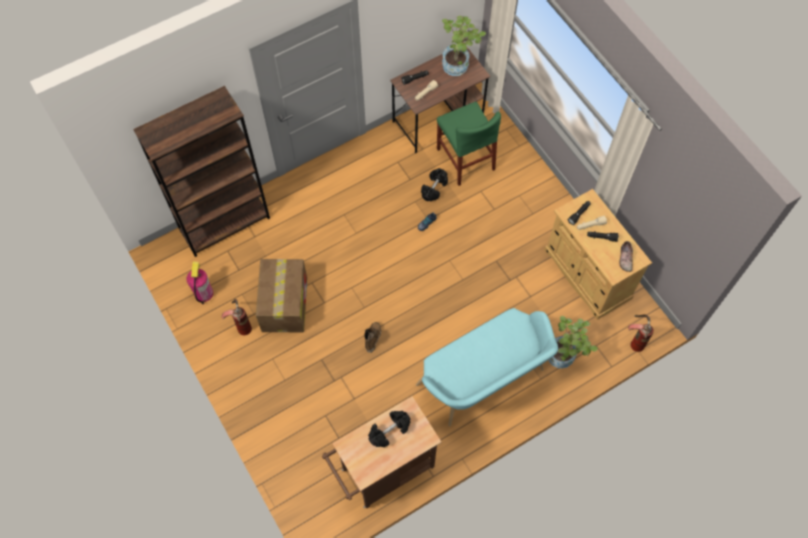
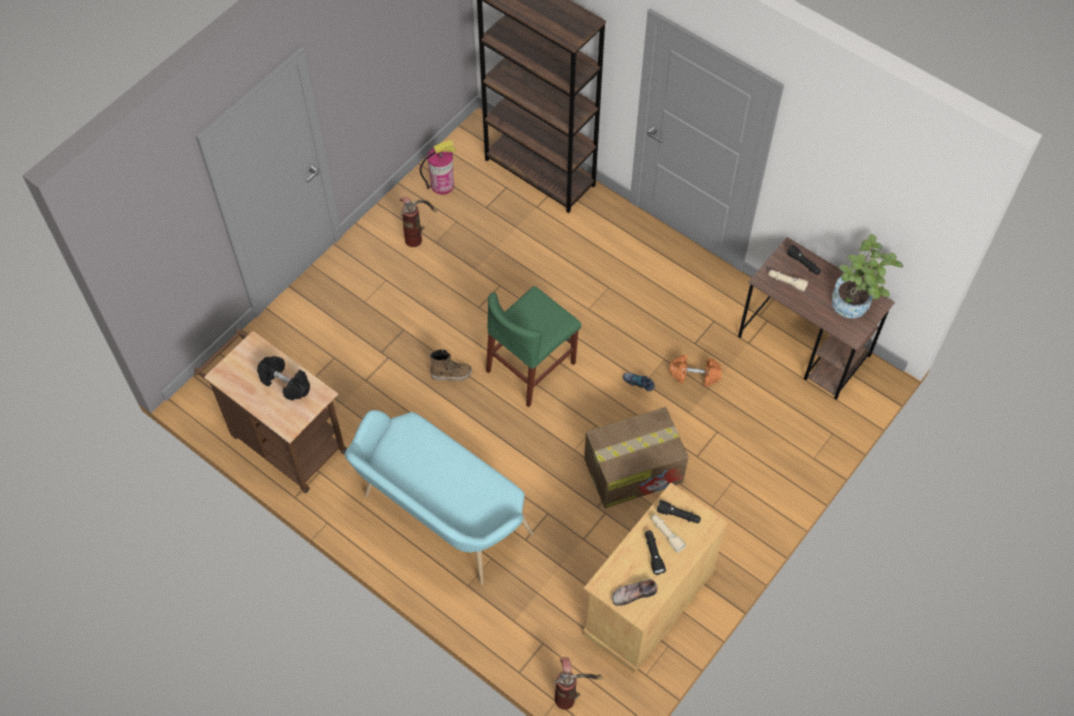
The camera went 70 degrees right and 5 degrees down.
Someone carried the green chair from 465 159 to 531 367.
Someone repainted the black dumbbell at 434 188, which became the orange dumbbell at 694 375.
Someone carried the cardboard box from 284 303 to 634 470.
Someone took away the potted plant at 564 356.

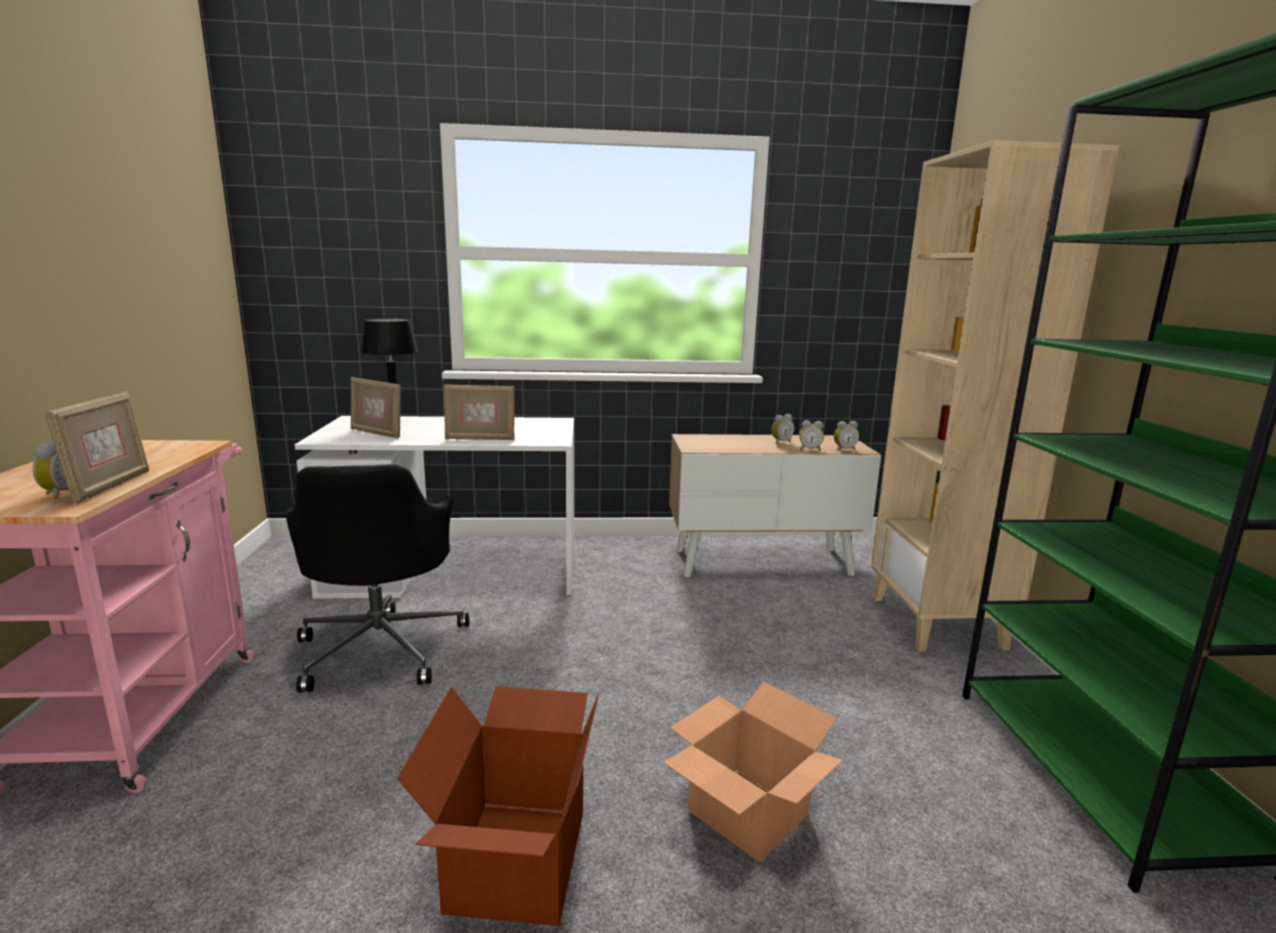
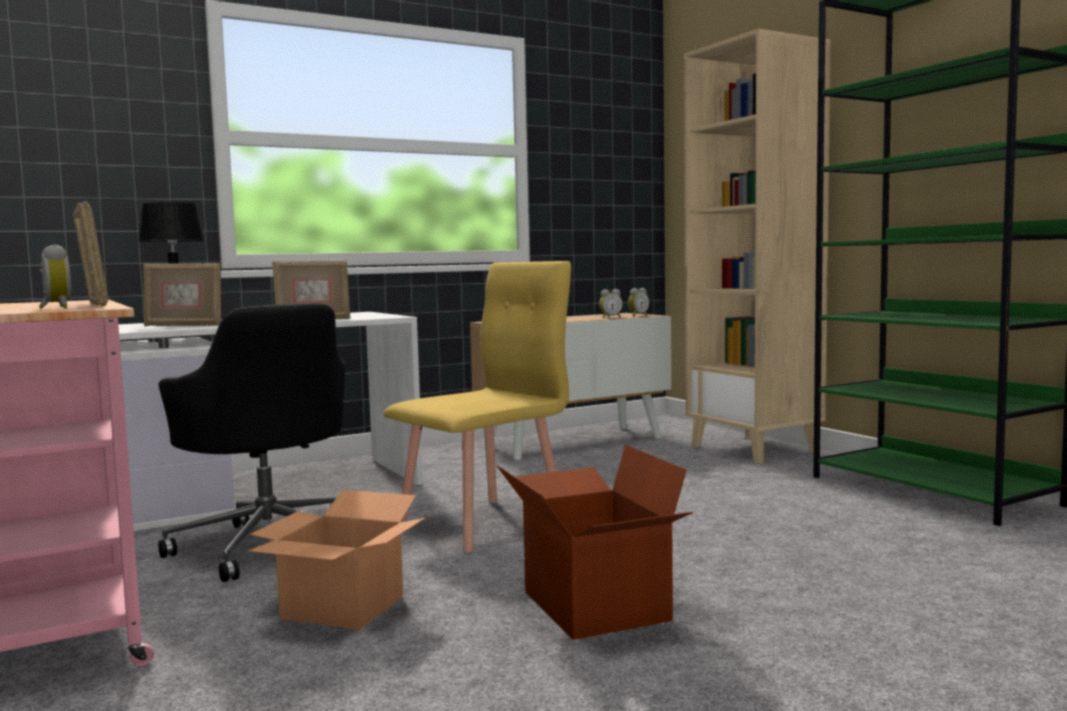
The camera went 25 degrees left and 10 degrees down.
Someone took away the alarm clock at 780 442.
Someone carried the cardboard box from 749 813 to 345 607.
Someone put down the yellow chair at 484 524.

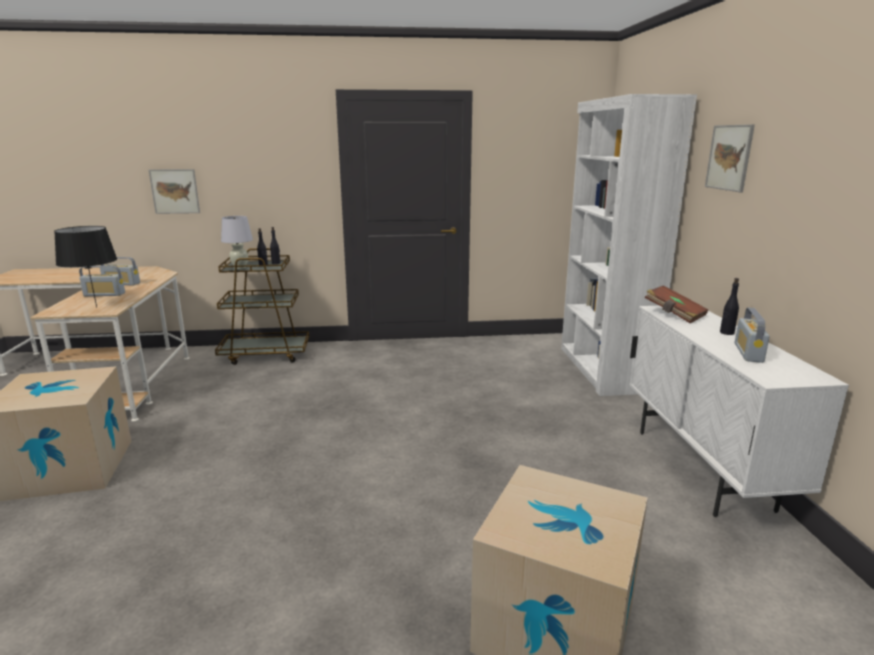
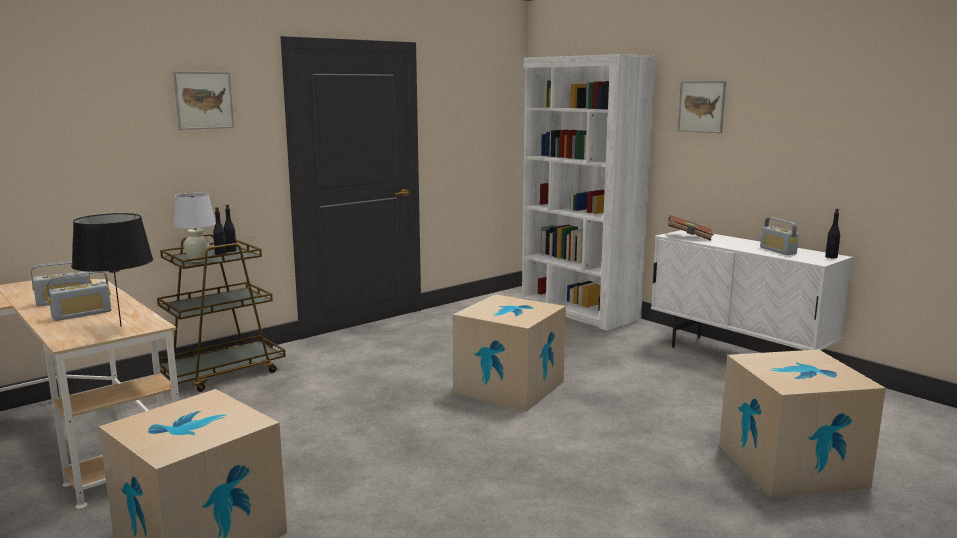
The camera went 35 degrees left and 5 degrees down.
Someone carried the picture from 175 191 to 204 100.
Someone carried the black bottle from 726 333 to 831 257.
Someone put down the cardboard box at 509 387.

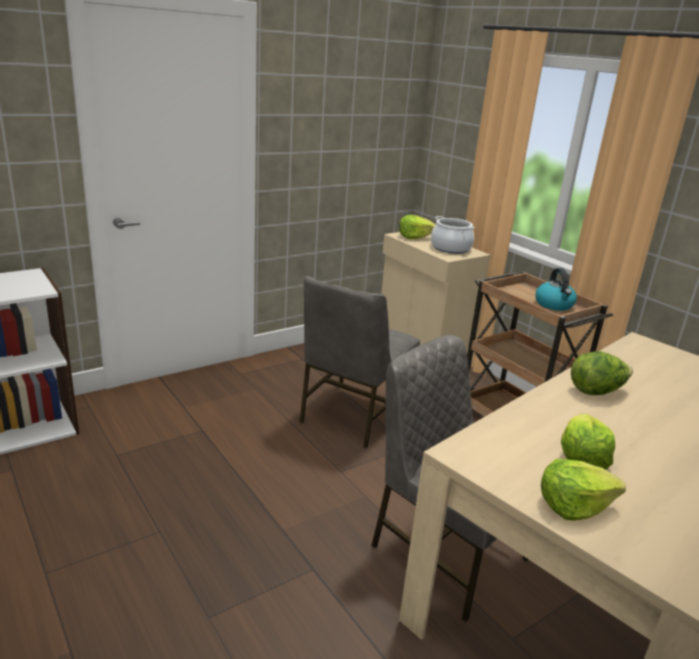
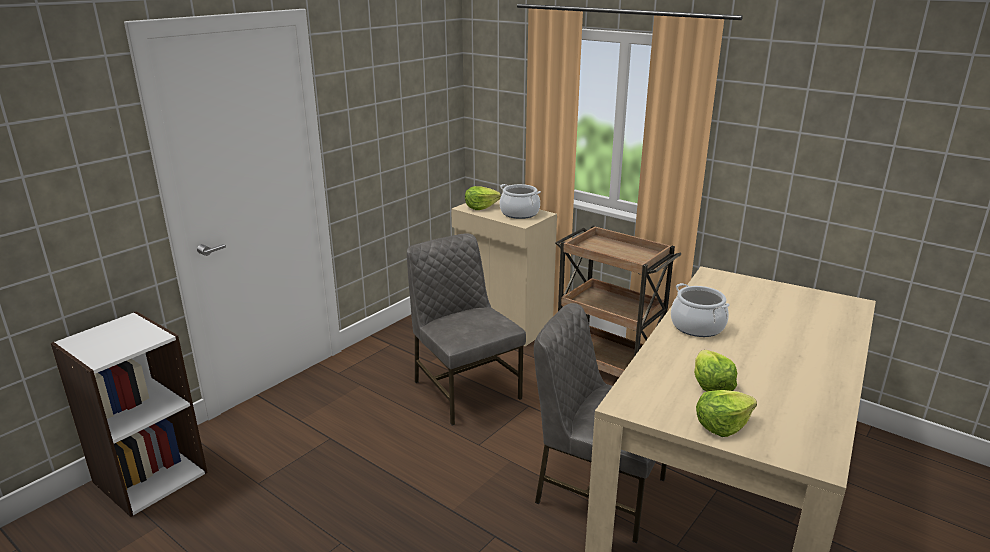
The camera went 15 degrees left and 0 degrees up.
Someone took away the kettle at 554 305.
Someone rotated the grey chair at 352 415 by 135 degrees clockwise.
Someone swapped the lettuce at 596 391 for the cooking pot at 697 326.

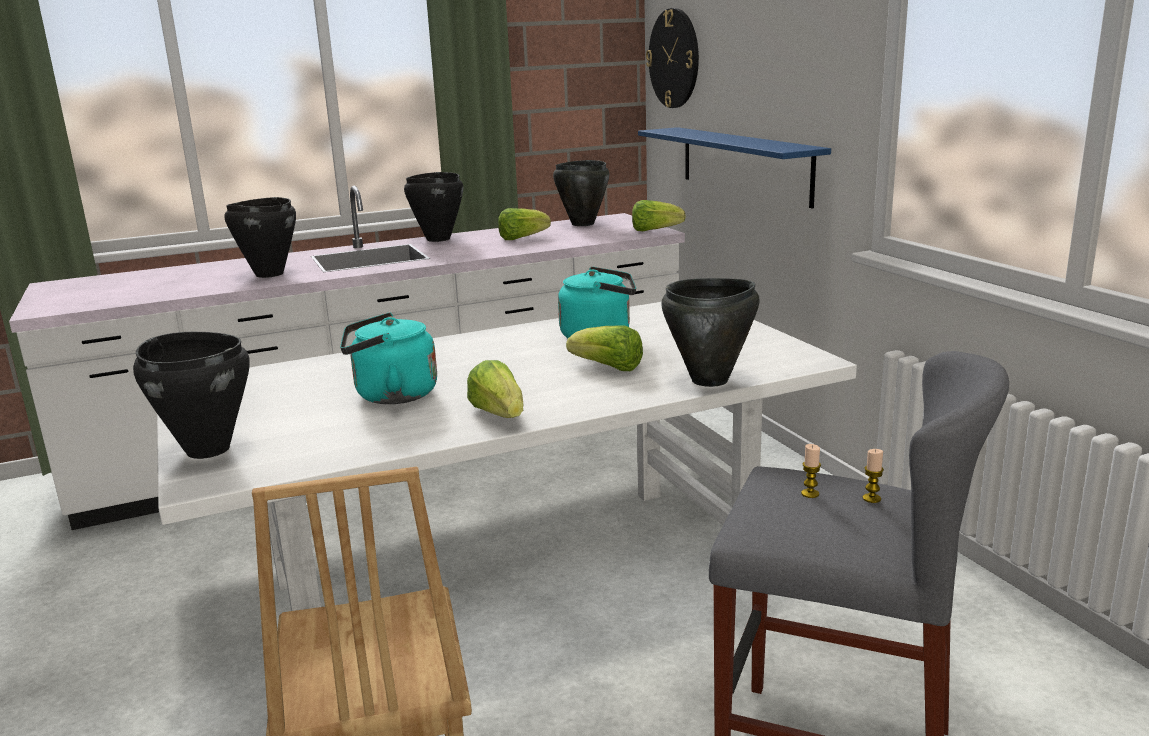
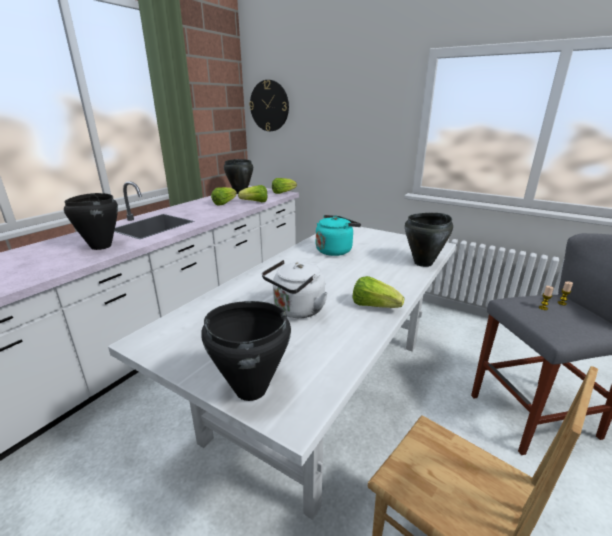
The camera went 35 degrees left and 5 degrees up.
Someone took away the blue shelf at 744 164.
Someone took away the black cooking pot at 437 239.
Someone repainted the turquoise kettle at 391 395, which became the white kettle at 296 310.
Someone carried the lettuce from 608 368 to 255 202.

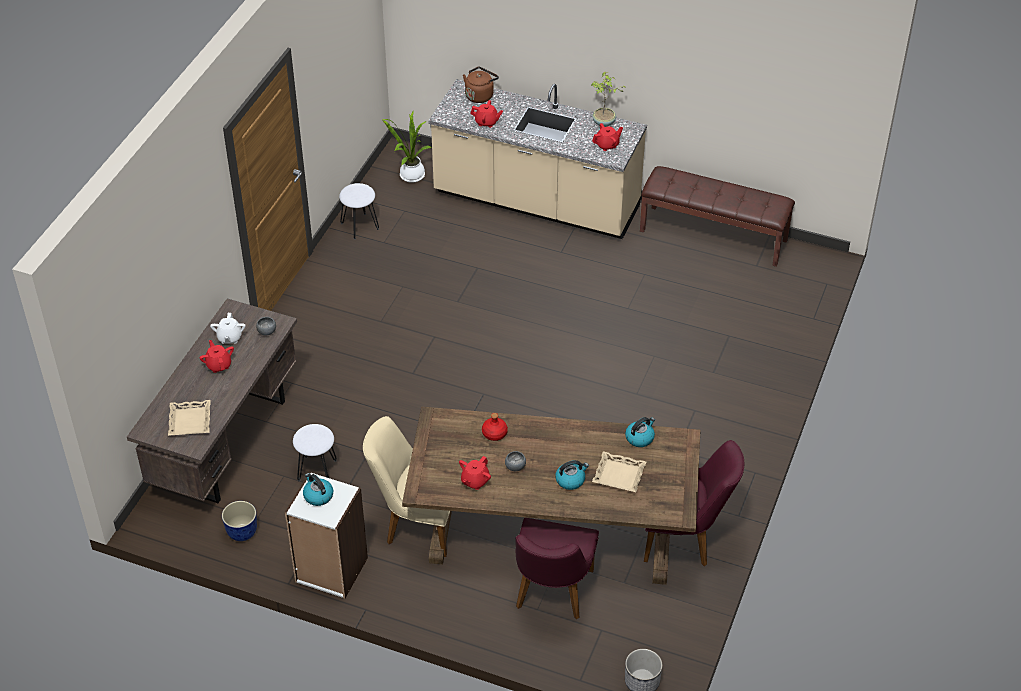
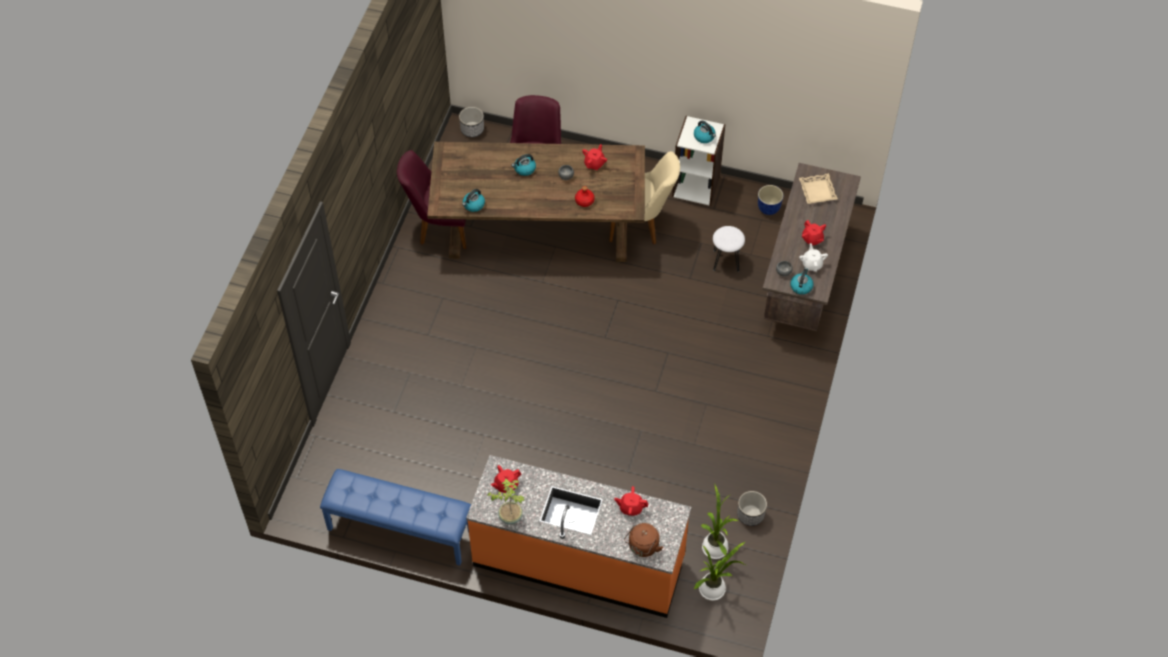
The camera went 175 degrees right and 10 degrees up.
Someone repainted the beige counter at 536 202, which became the orange counter at 579 561.
Someone repainted the brown bench at 714 235, which became the blue bench at 399 530.
Someone swapped the white stool at 360 226 for the planter at 750 515.
Someone took away the beige tray at 619 475.
Someone put down the kettle at 801 286.
Someone put down the potted plant at 715 546.

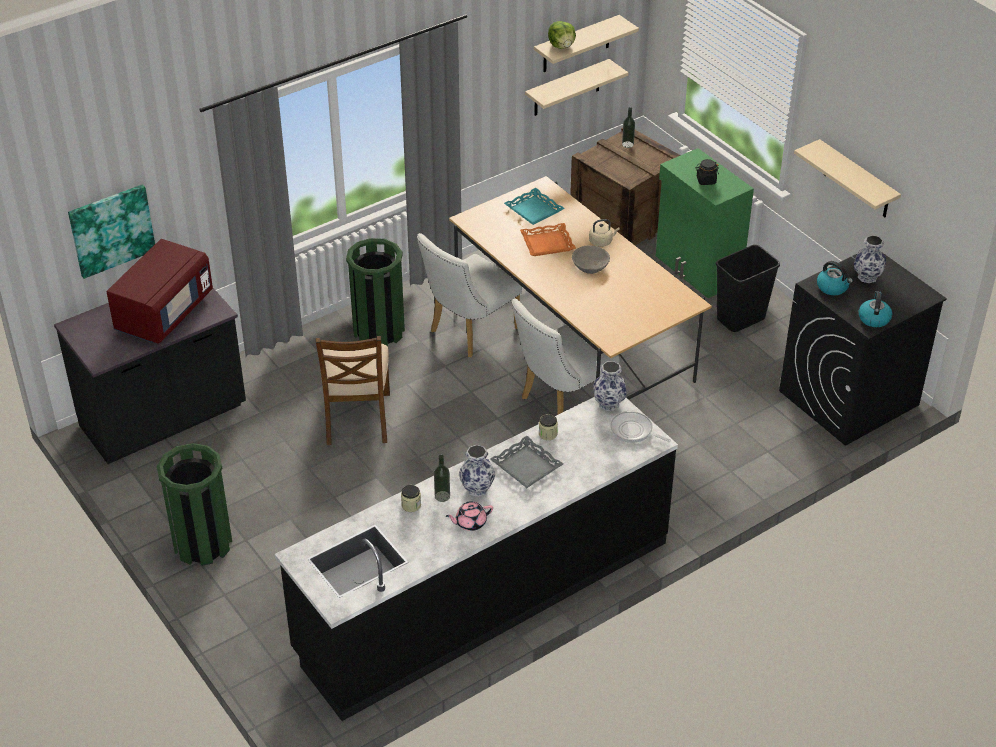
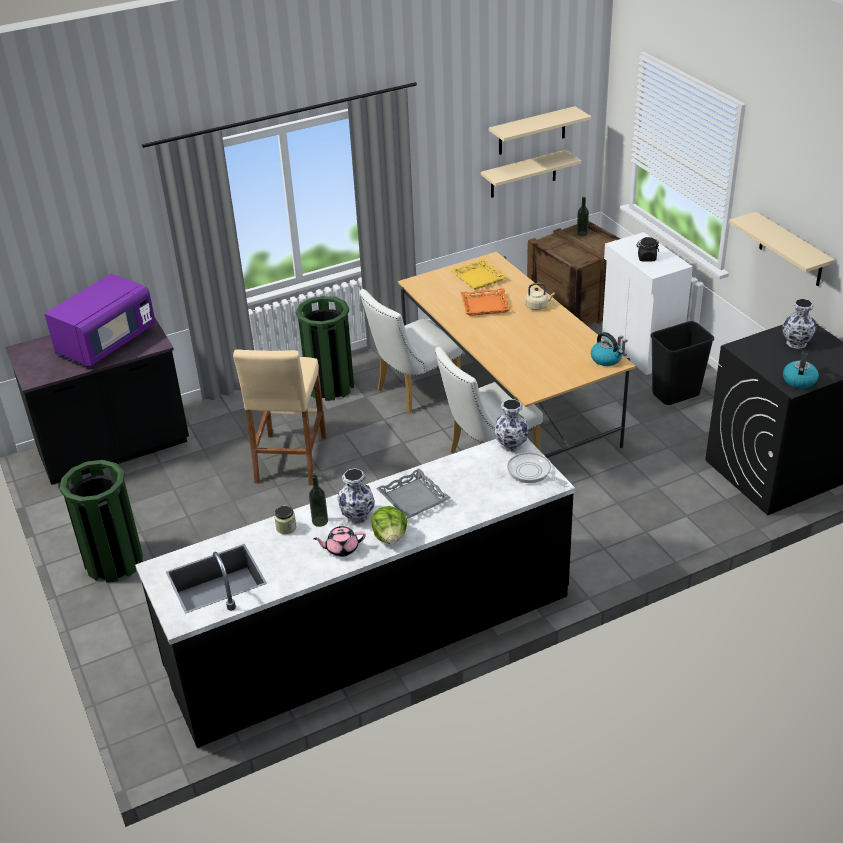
The camera went 10 degrees right and 5 degrees down.
Someone carried the lettuce from 562 46 to 390 537.
Someone repainted the green cabinet at 697 270, which became the white cabinet at 640 350.
Someone took away the picture at 111 230.
Someone repainted the turquoise tray at 533 210, which became the yellow tray at 478 278.
Someone repainted the red microwave at 164 313, which became the purple microwave at 106 343.
Someone took away the grey bowl at 590 266.
Someone carried the kettle from 833 287 to 606 359.
Someone swapped the brown chair at 357 418 for the beige stool at 290 459.
Someone took away the jar at 548 434.

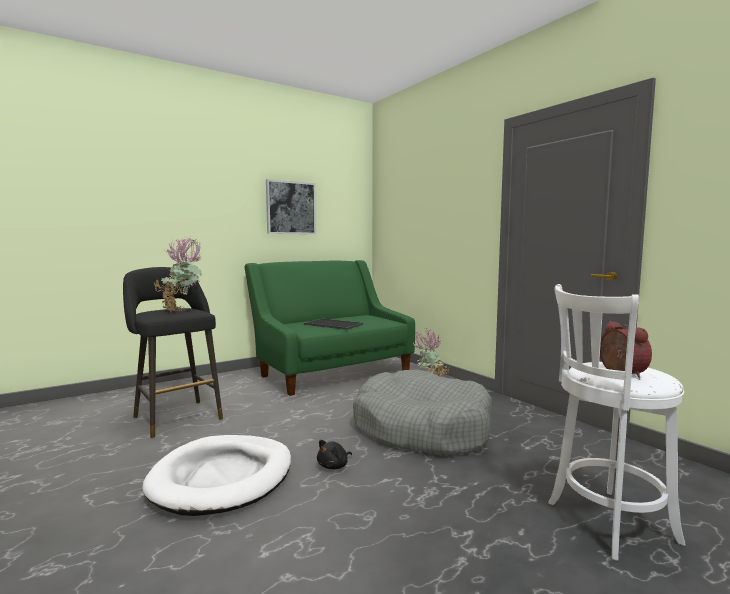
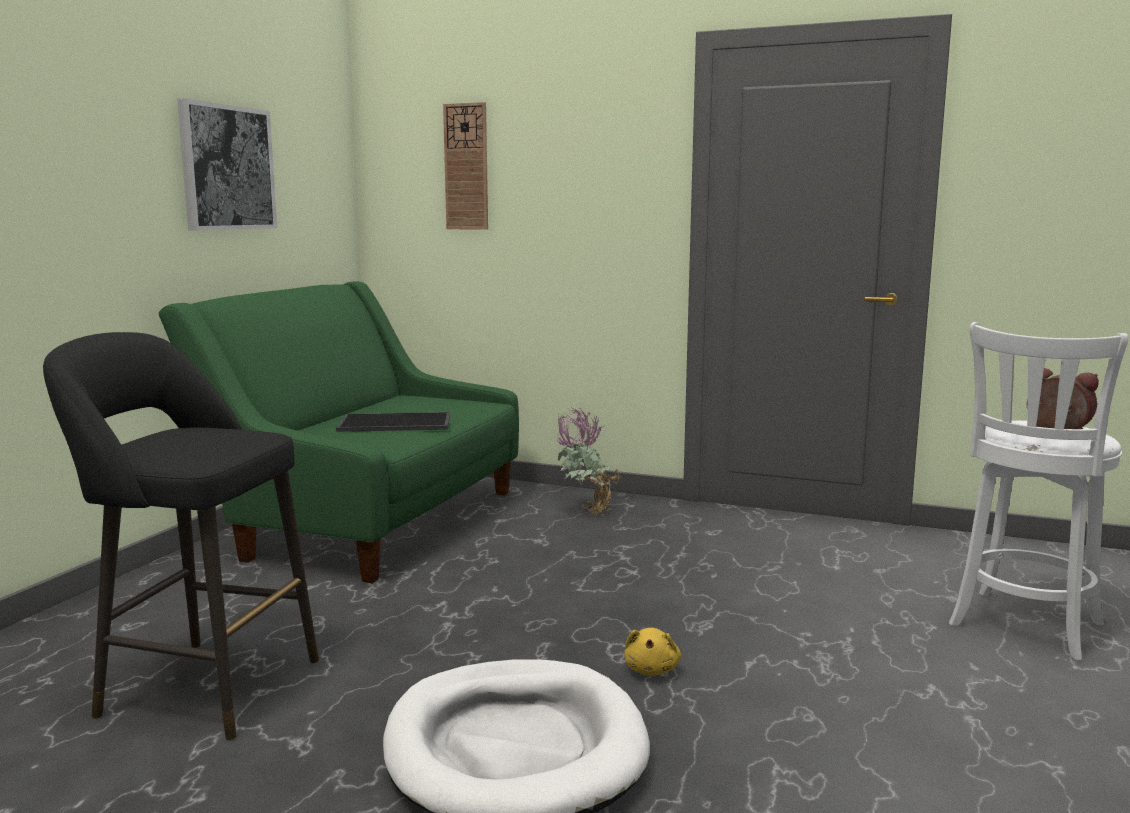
The camera went 35 degrees left and 5 degrees up.
Someone took away the potted plant at 181 310.
Someone took away the grey dog bed at 421 429.
Someone repainted the black plush toy at 334 466, which became the yellow plush toy at 652 669.
Someone put up the wall clock at 466 167.

